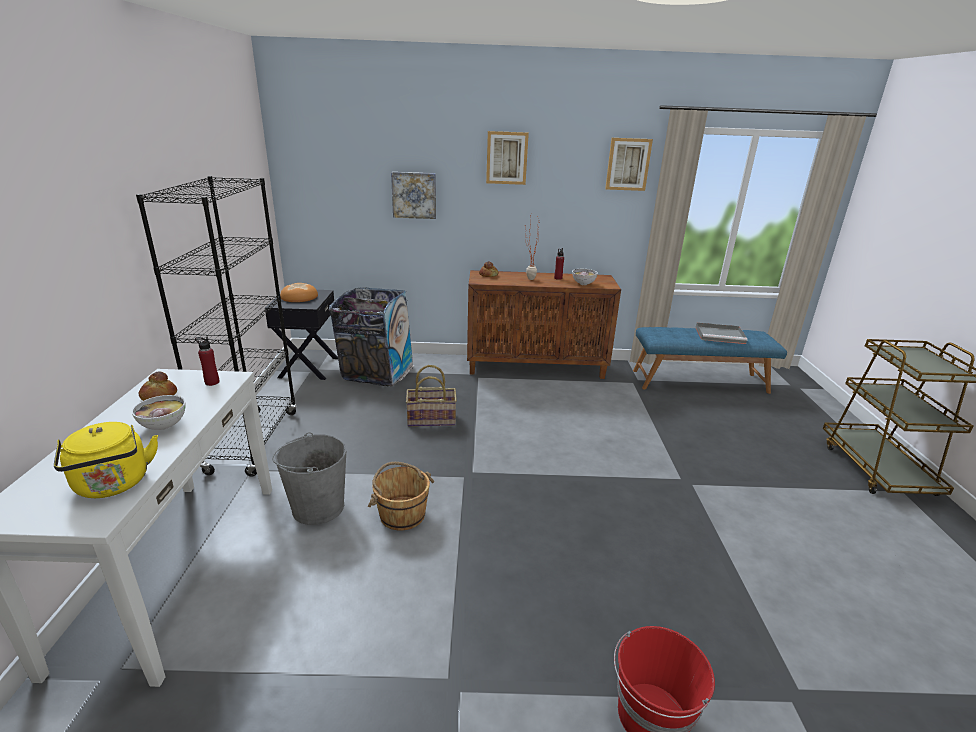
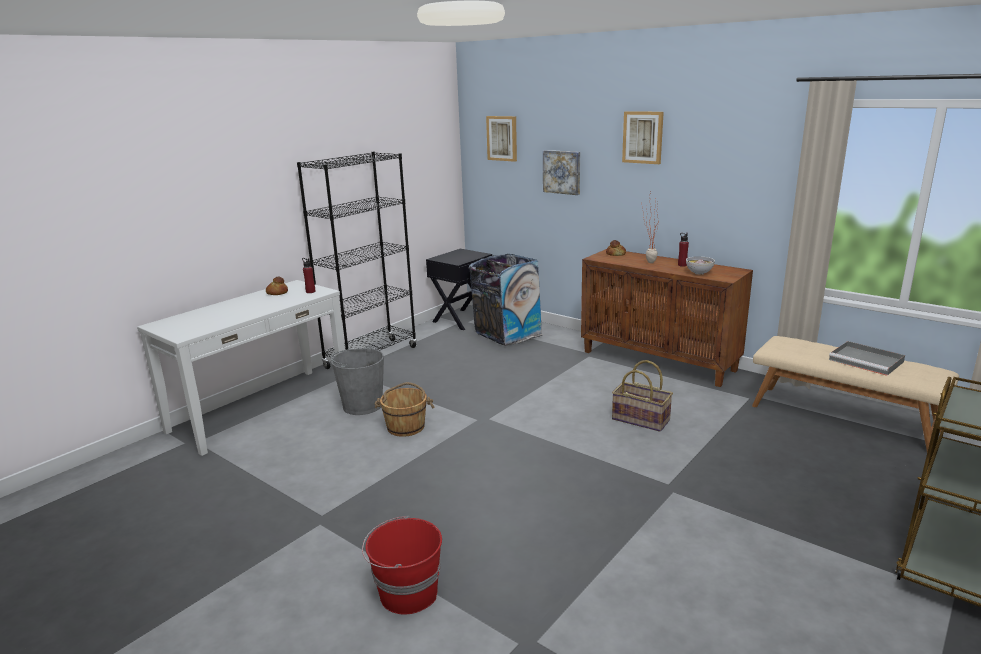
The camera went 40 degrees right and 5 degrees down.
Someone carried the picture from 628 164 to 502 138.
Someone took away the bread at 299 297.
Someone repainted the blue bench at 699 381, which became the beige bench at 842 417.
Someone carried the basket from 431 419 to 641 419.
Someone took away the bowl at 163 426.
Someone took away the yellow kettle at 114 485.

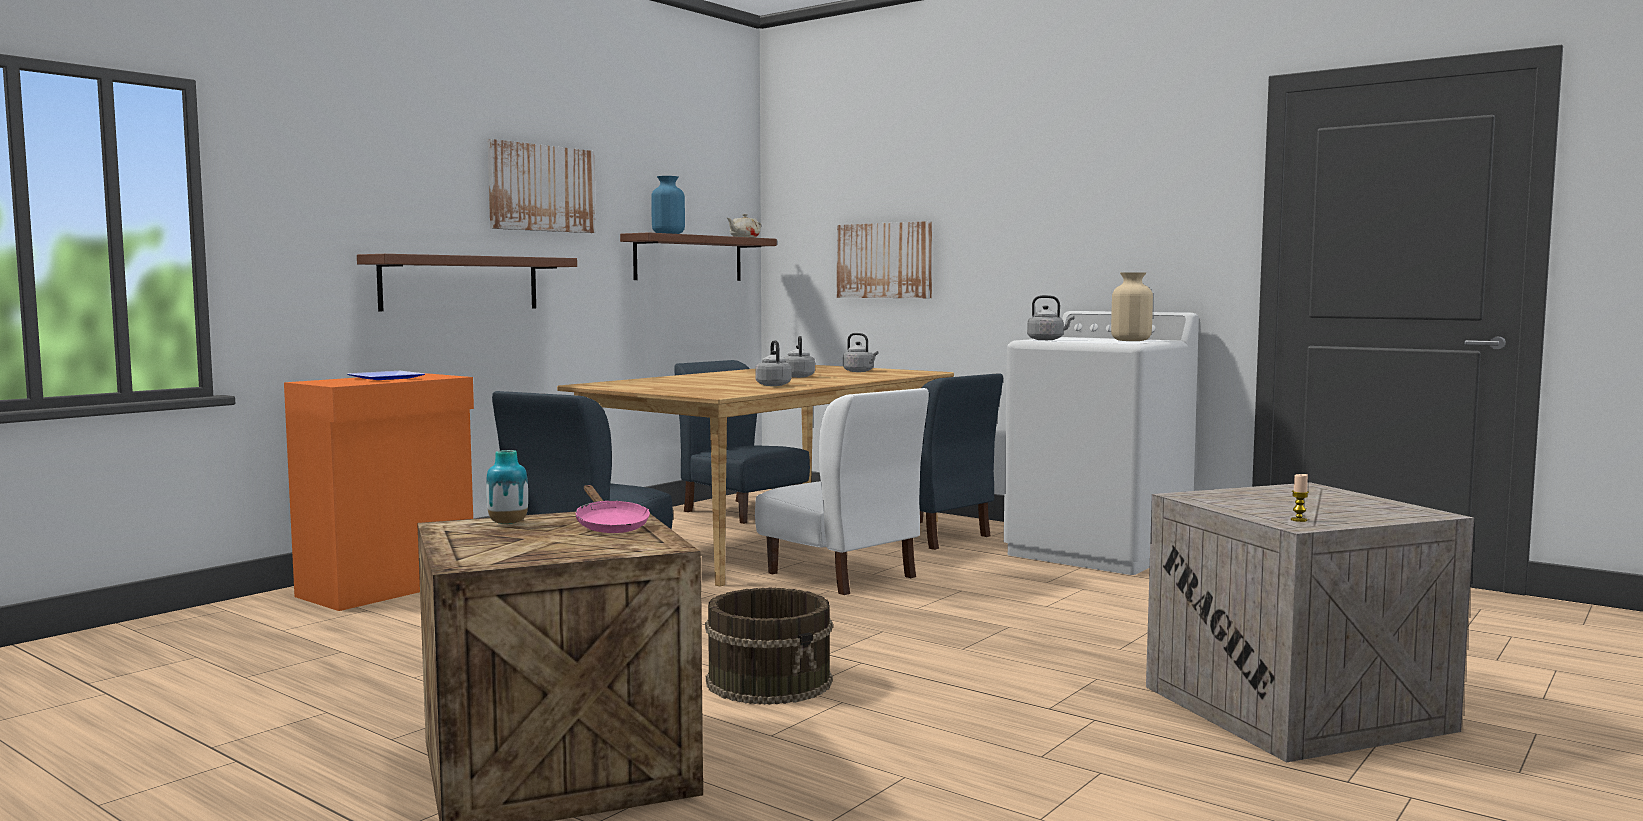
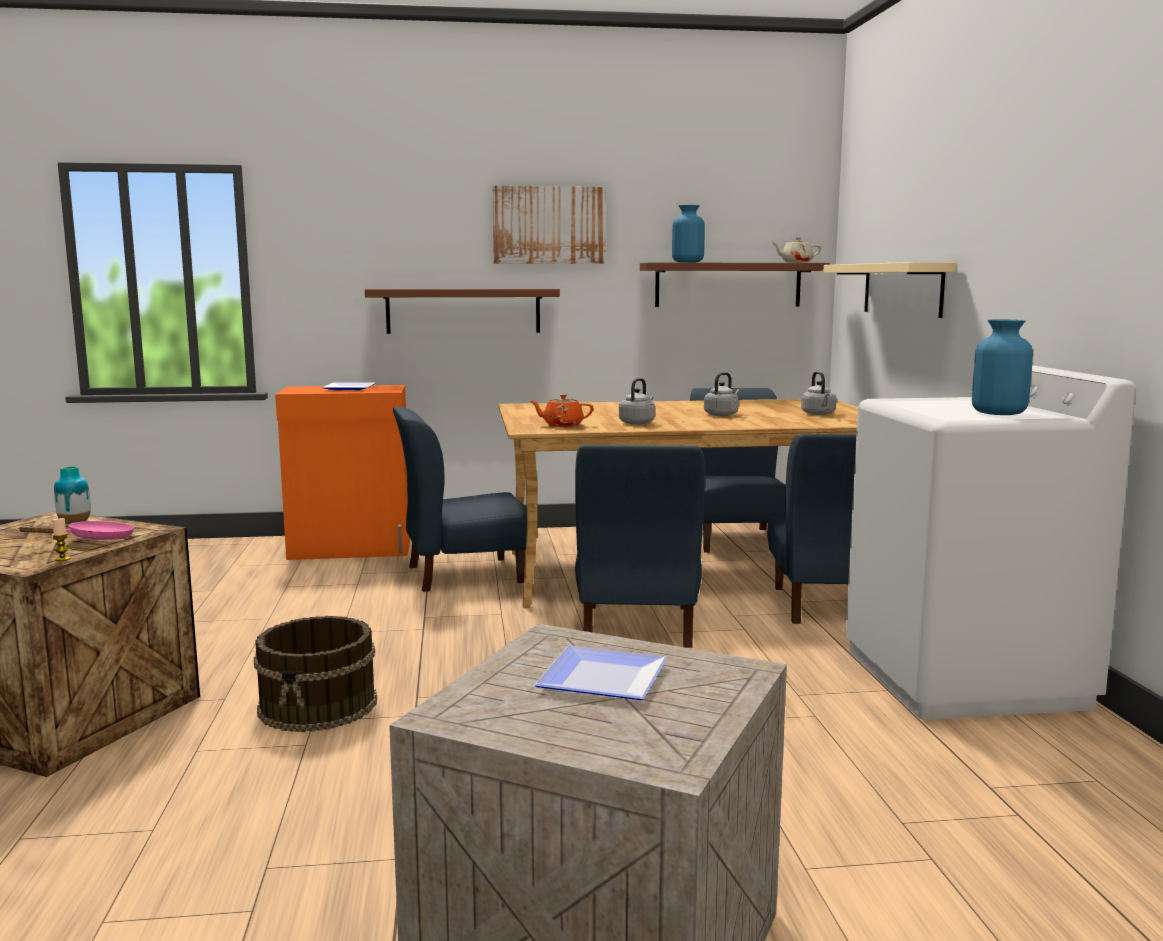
The camera went 45 degrees right and 5 degrees up.
Someone swapped the picture at 884 260 for the beige shelf at 902 289.
Someone repainted the beige vase at 1131 340, which became the blue vase at 998 413.
Someone took away the grey kettle at 1047 340.
Someone repainted the white chair at 841 575, which became the blue chair at 636 626.
Someone carried the candle from 1298 520 to 62 559.
Someone rotated the pink frying pan at 609 526 by 150 degrees counterclockwise.
Someone put down the orange teapot at 562 425.
Someone put down the plate at 600 676.

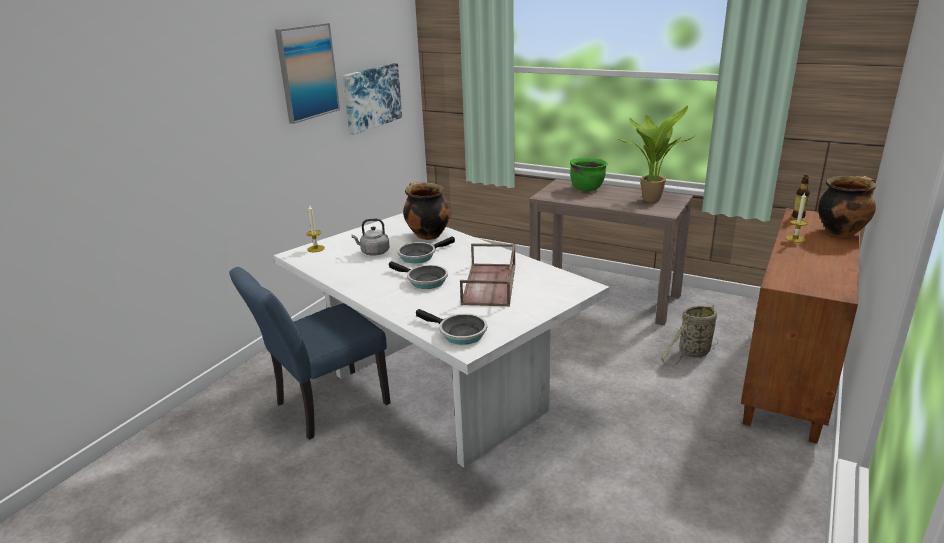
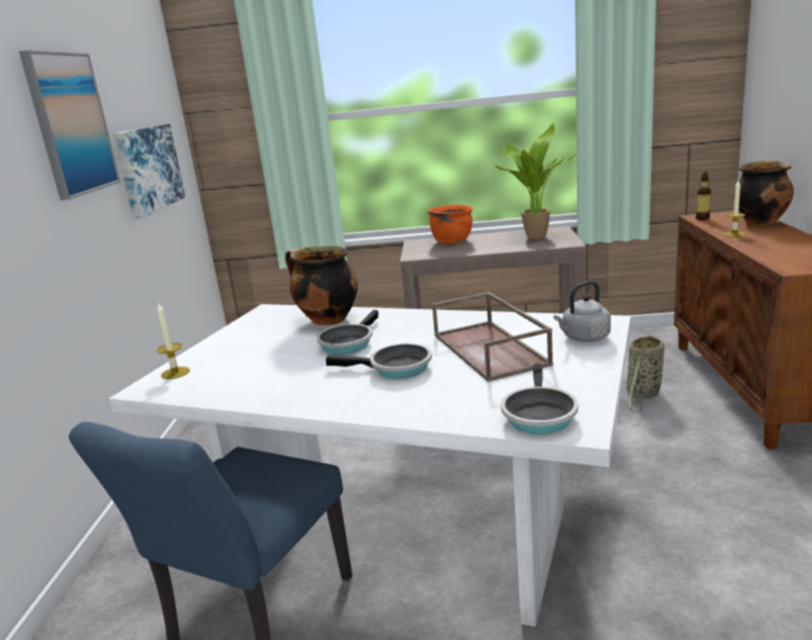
The camera went 25 degrees left and 5 degrees down.
Someone repainted the green cooking pot at 587 188, which became the orange cooking pot at 452 241.
Someone carried the grey kettle from 373 252 to 584 338.
Someone rotated the frying pan at 459 333 by 90 degrees clockwise.

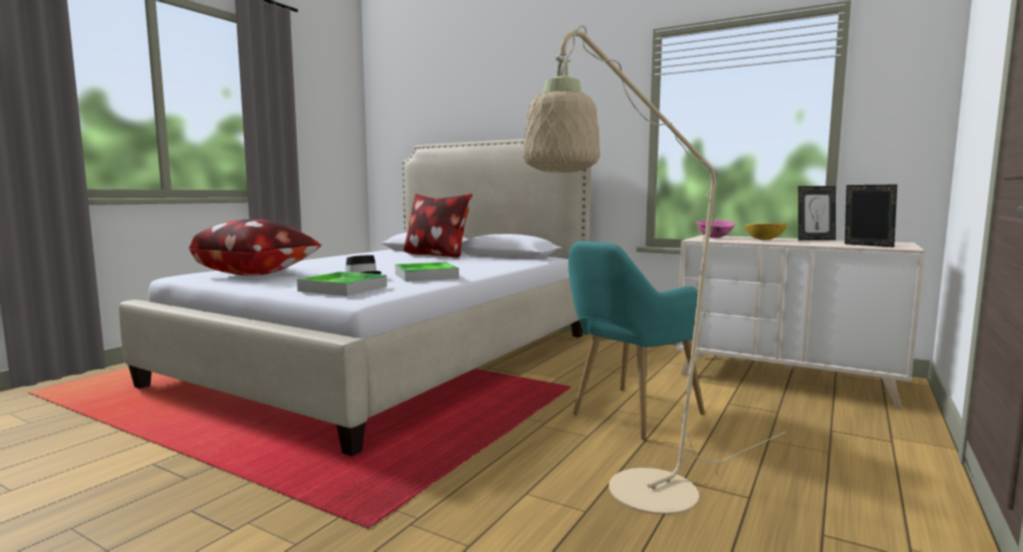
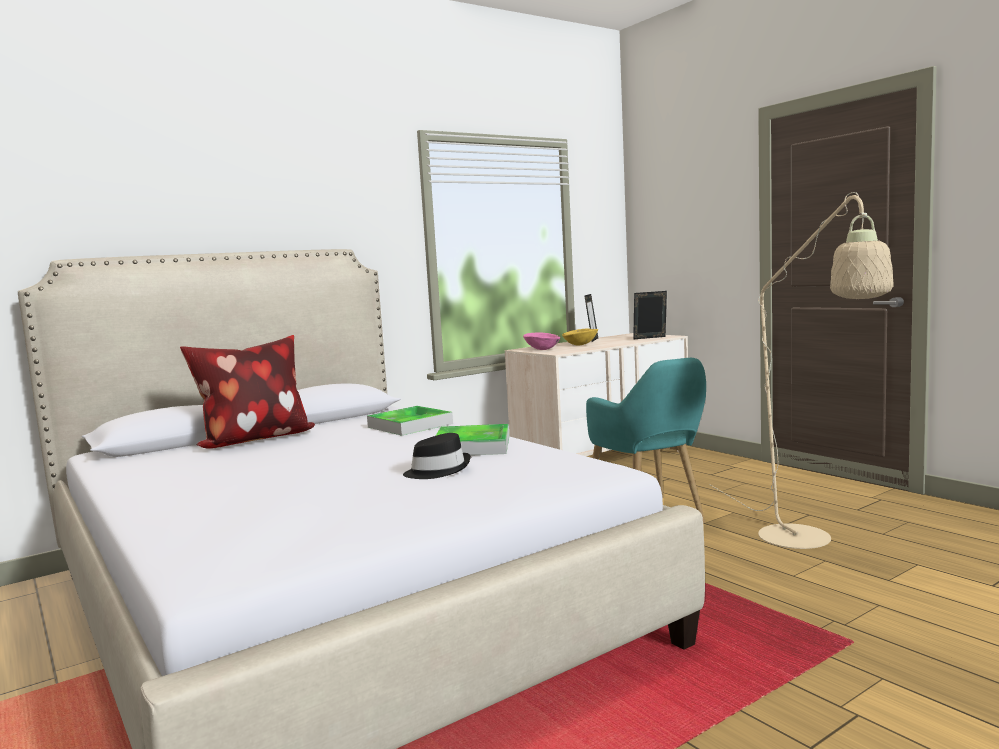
The camera went 65 degrees left and 0 degrees up.
Someone took away the pillow at 257 274.
Someone carried the tray from 343 288 to 410 425.

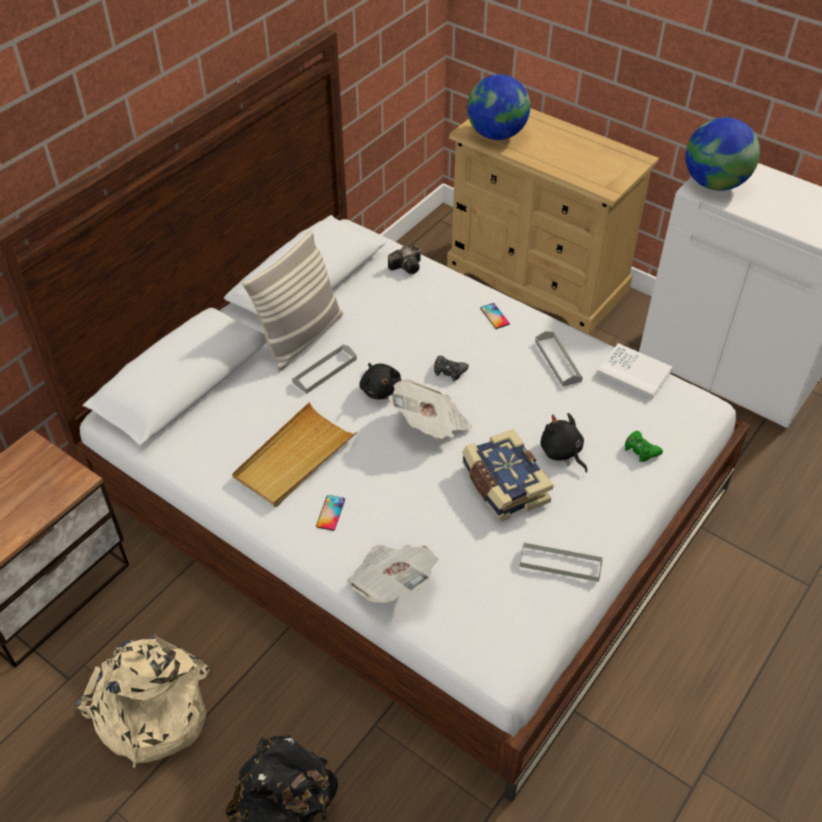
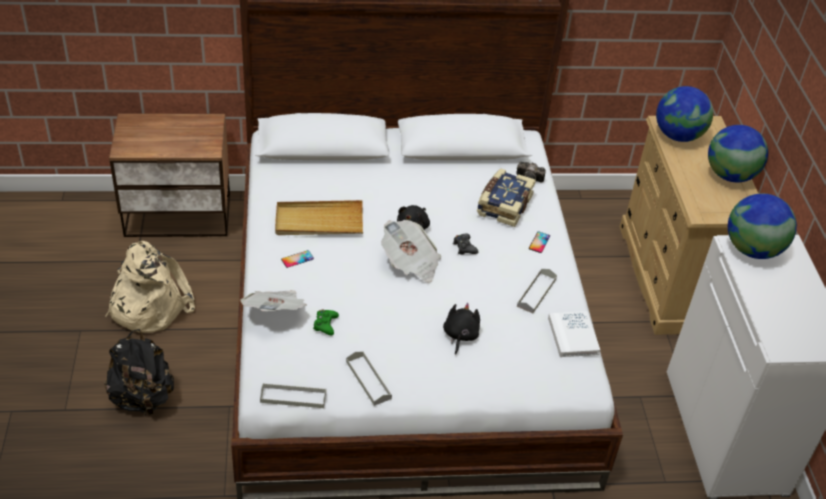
The camera went 45 degrees right and 5 degrees down.
Someone took away the pillow at 301 338.
Someone carried the grey tray from 324 371 to 293 397.
Someone carried the book from 503 485 to 503 205.
Someone carried the green game controller from 641 450 to 325 325.
Someone put down the globe at 730 175.

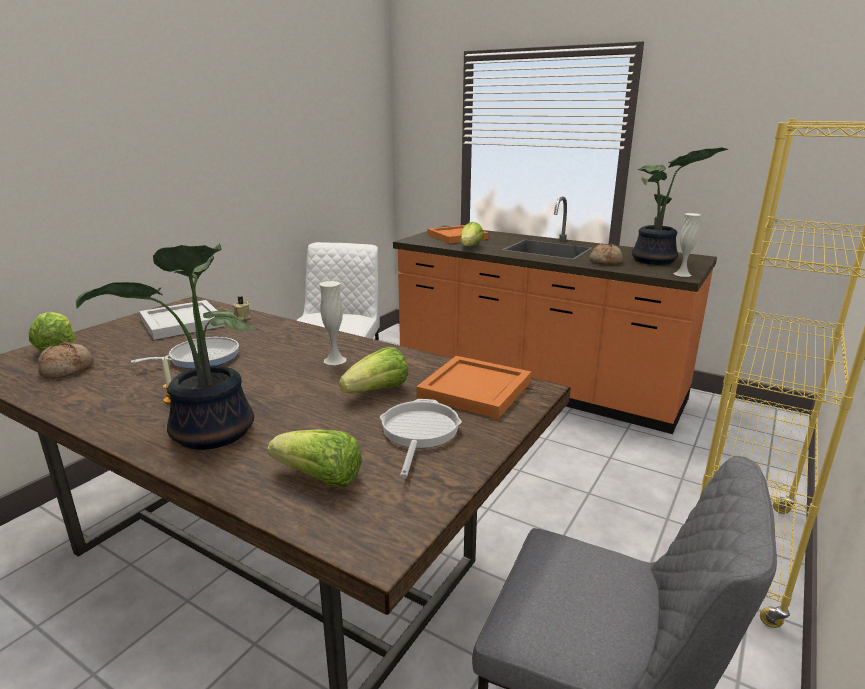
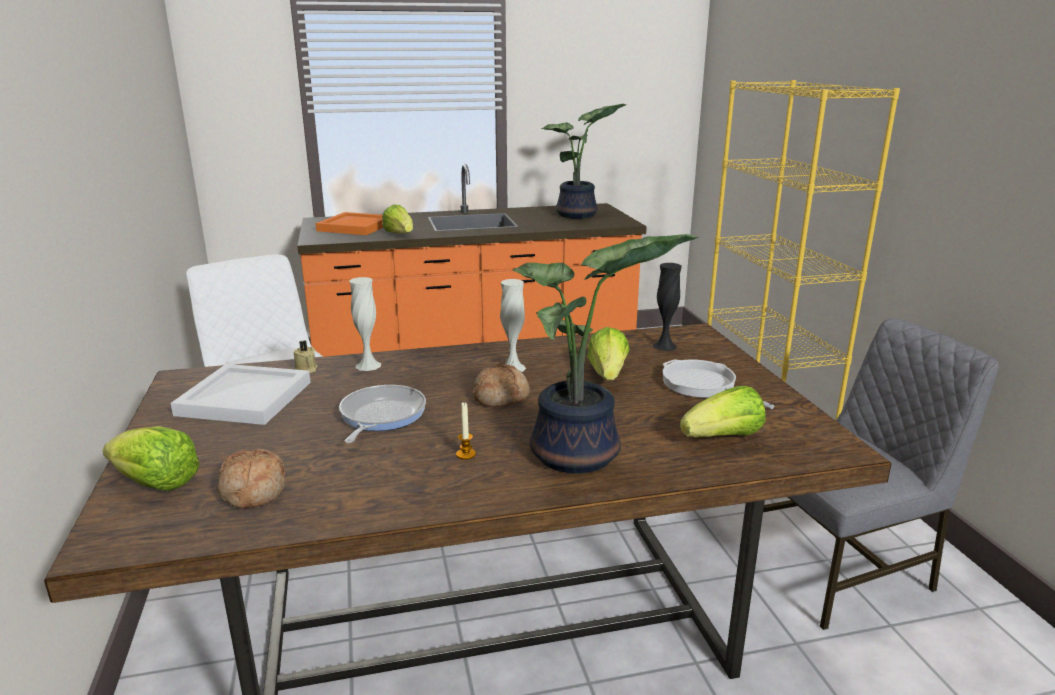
The camera went 45 degrees left and 0 degrees up.
Someone carried the white vase from 682 274 to 368 365.
Someone carried the bread from 605 262 to 501 396.
Someone swapped the orange tray at 477 389 for the black vase at 664 346.

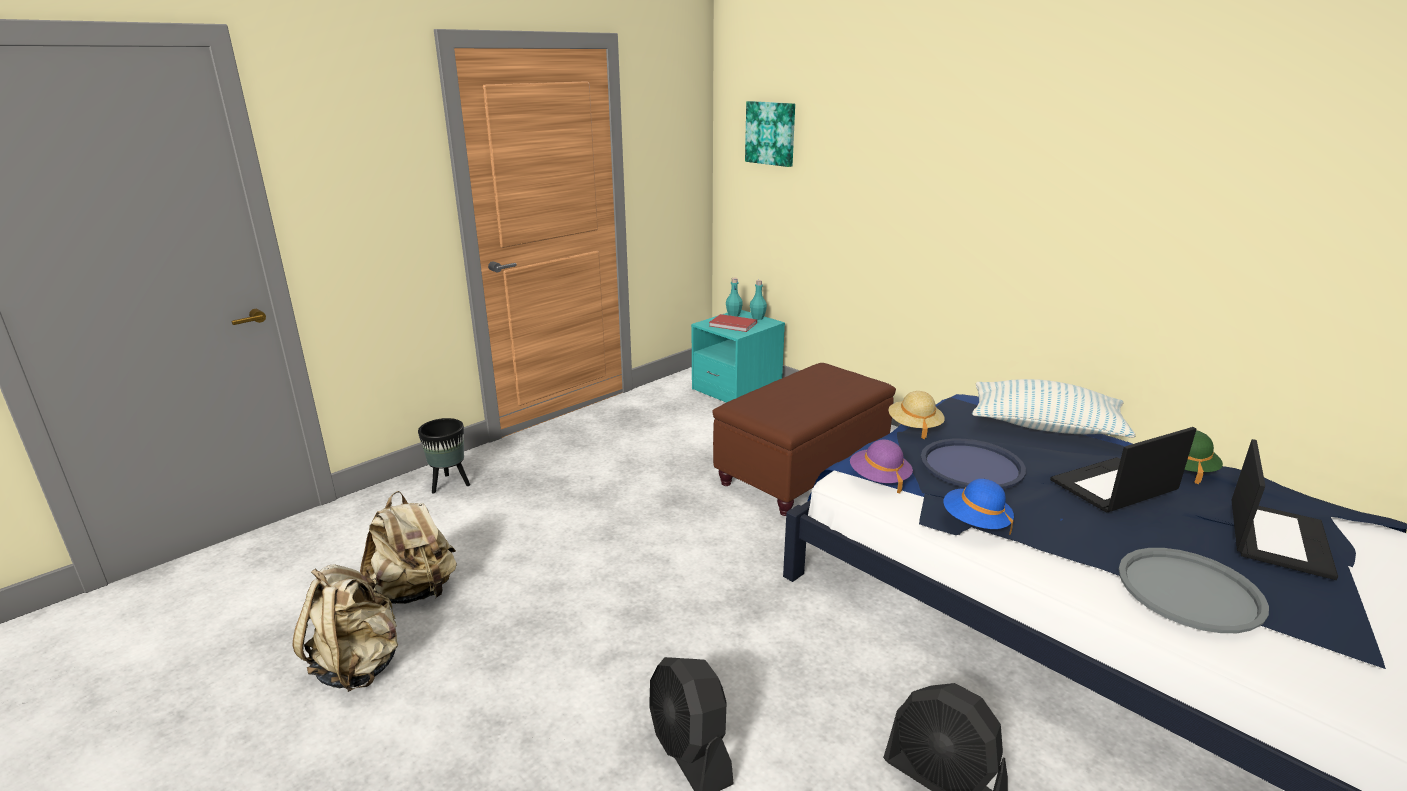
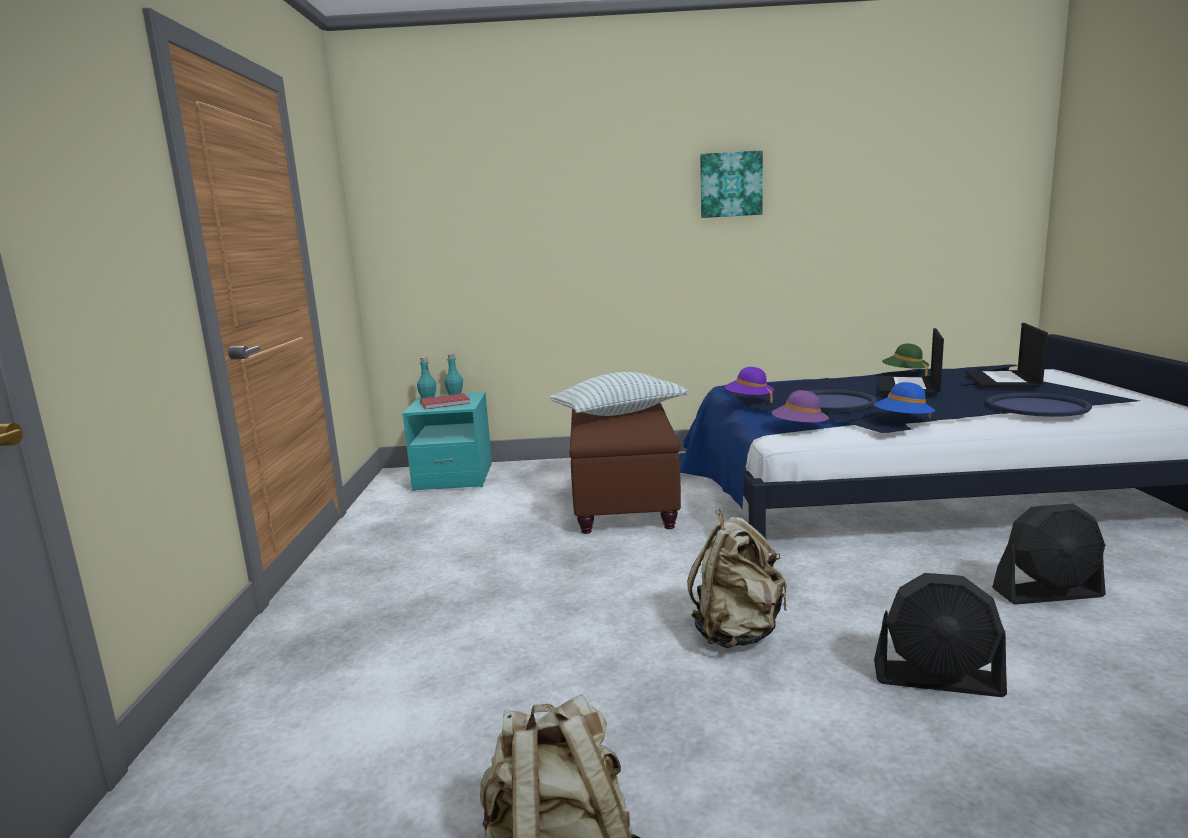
The camera went 45 degrees left and 10 degrees down.
Someone carried the picture from 771 133 to 730 184.
Someone carried the pillow from 1045 427 to 619 413.
Someone repainted the beige hat at 914 426, which became the purple hat at 749 400.
Someone took away the black planter at 450 484.
Someone rotated the laptop at 1277 537 by 150 degrees counterclockwise.
Someone carried the beige backpack from 415 592 to 737 633.
Someone repainted the grey tray at 1189 590, which became the blue tray at 1037 406.

